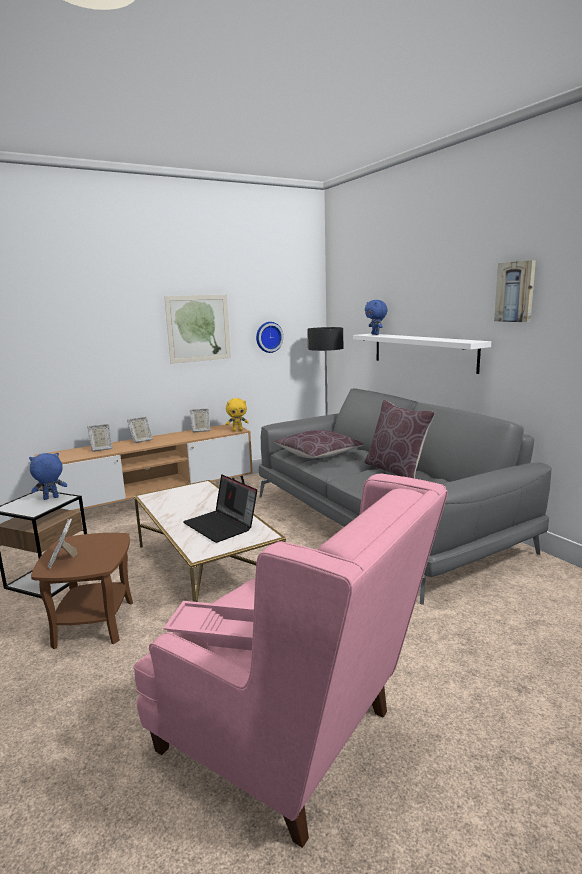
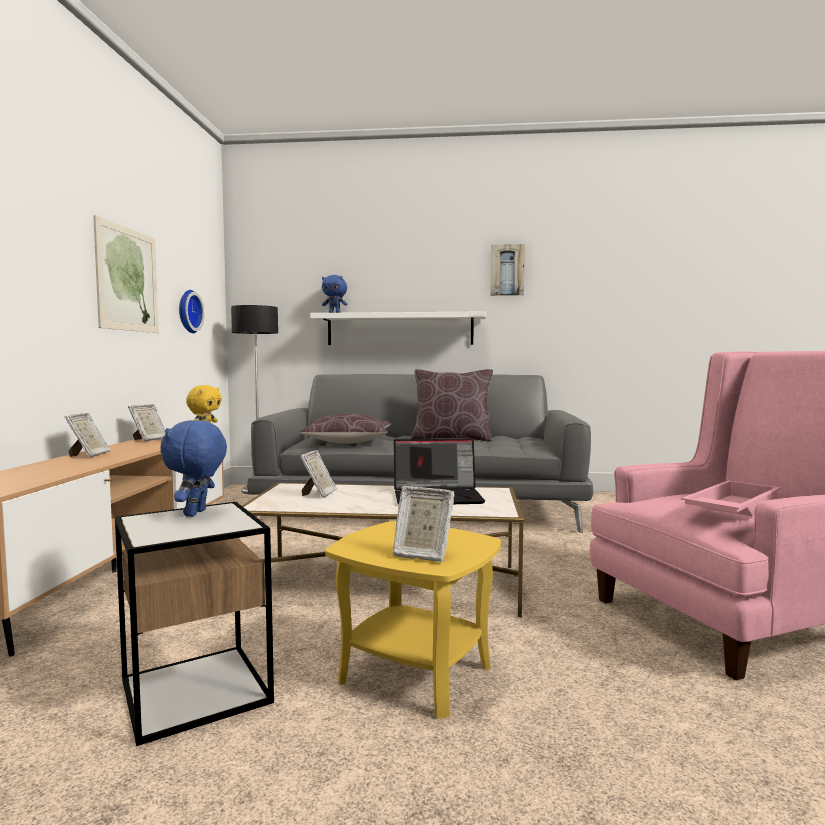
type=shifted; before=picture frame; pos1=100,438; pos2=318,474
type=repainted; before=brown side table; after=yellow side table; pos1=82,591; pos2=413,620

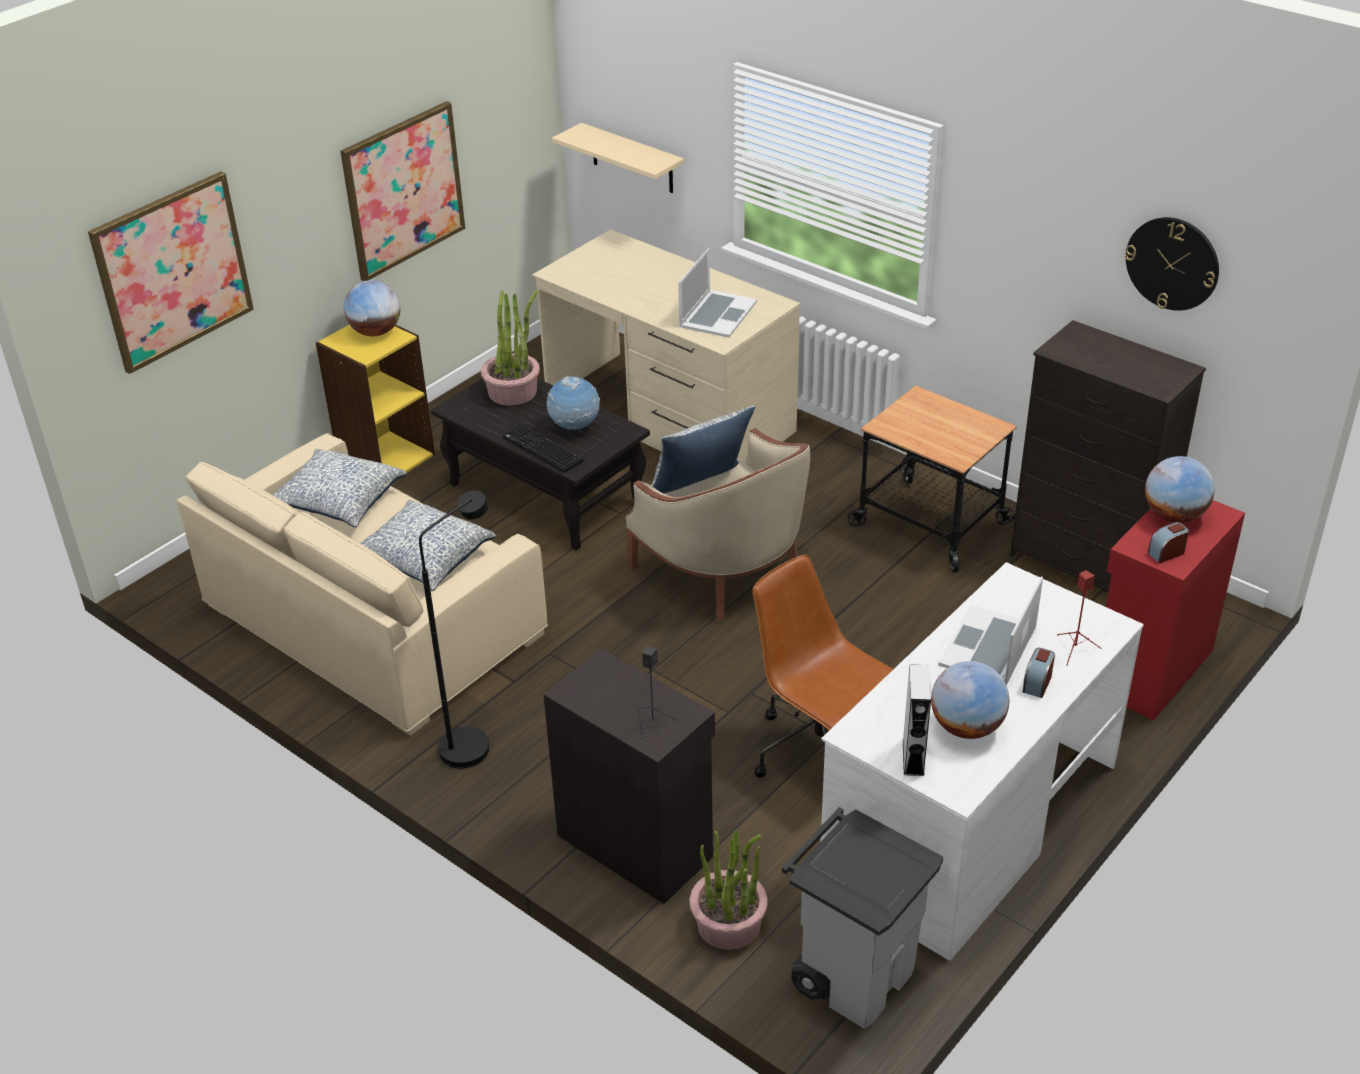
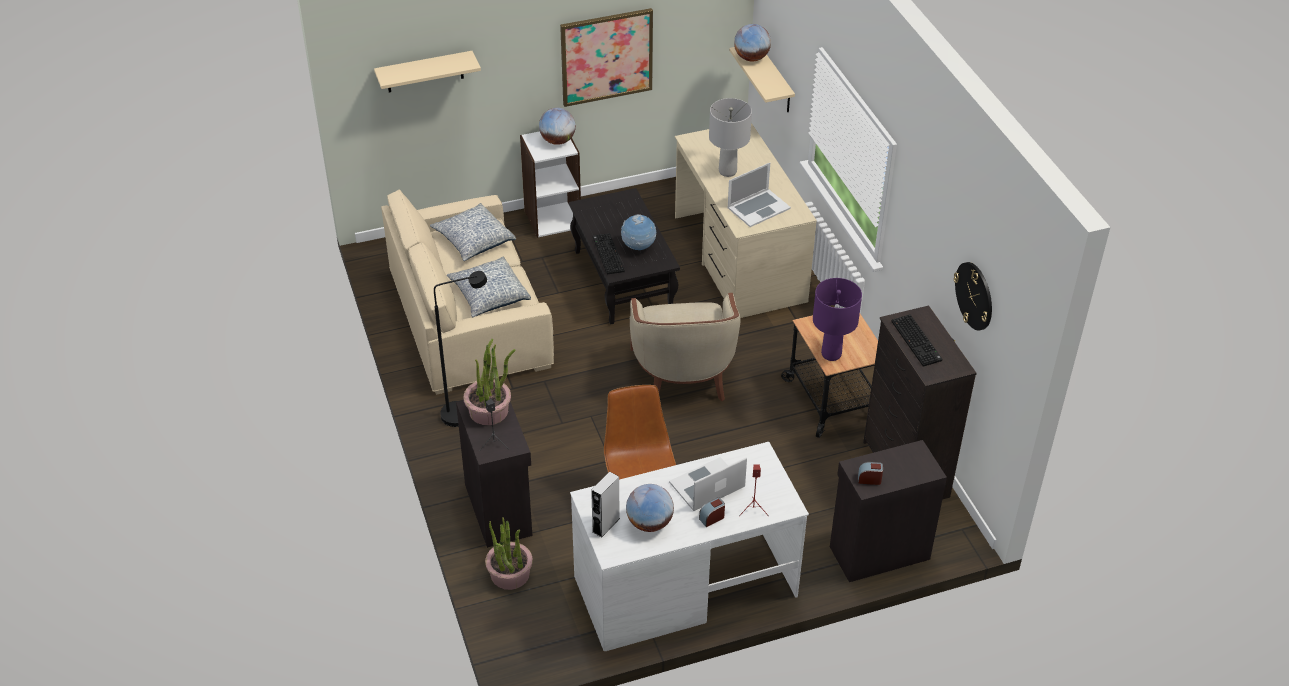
type=gone; before=pillow; pos1=703,449
type=gone; before=grey trash can; pos1=862,918
type=new; after=grey table lamp; pos2=730,137
type=new; after=purple table lamp; pos2=837,319
type=new; after=keyboard; pos2=916,340
type=shifted; before=potted plant; pos1=510,348; pos2=489,382
type=shifted; before=globe; pos1=1180,489; pos2=752,42
type=swapped; before=picture; after=beige shelf; pos1=171,272; pos2=427,71
type=repainted; before=yellow bookcase; after=white bookcase; pos1=375,398; pos2=550,184
type=repainted; before=red cabinet; after=black cabinet; pos1=1175,610; pos2=888,511

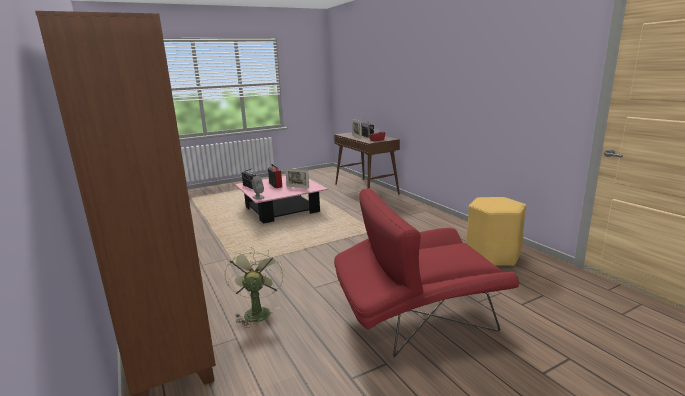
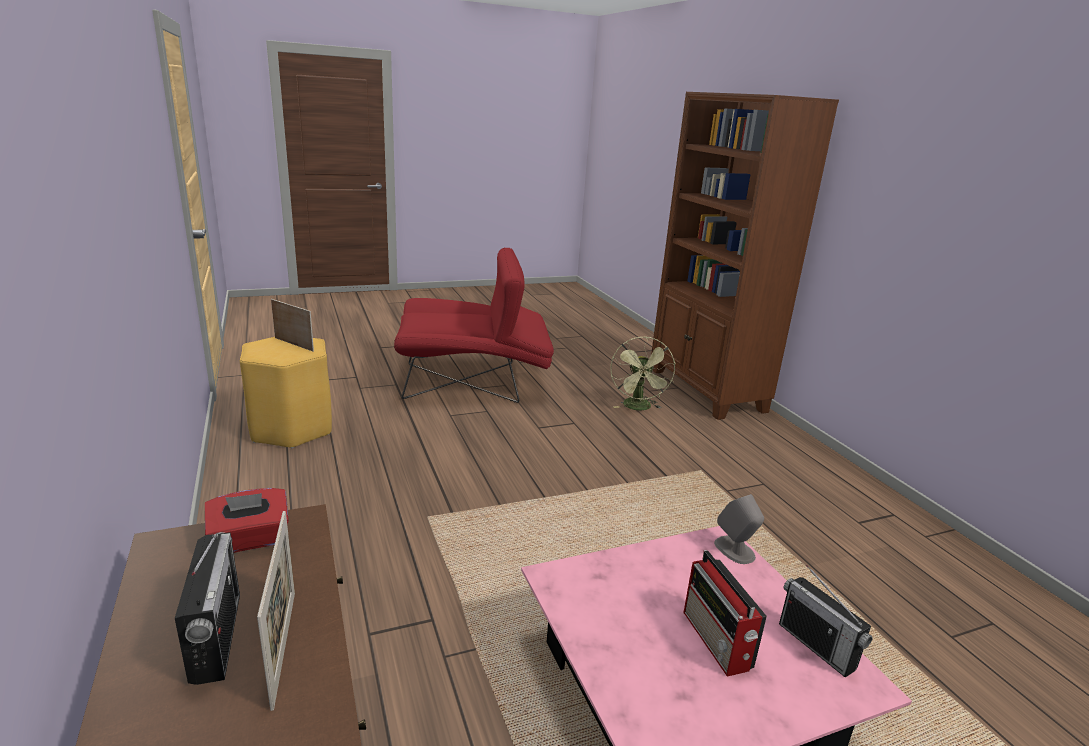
type=shifted; before=picture frame; pos1=297,178; pos2=292,325

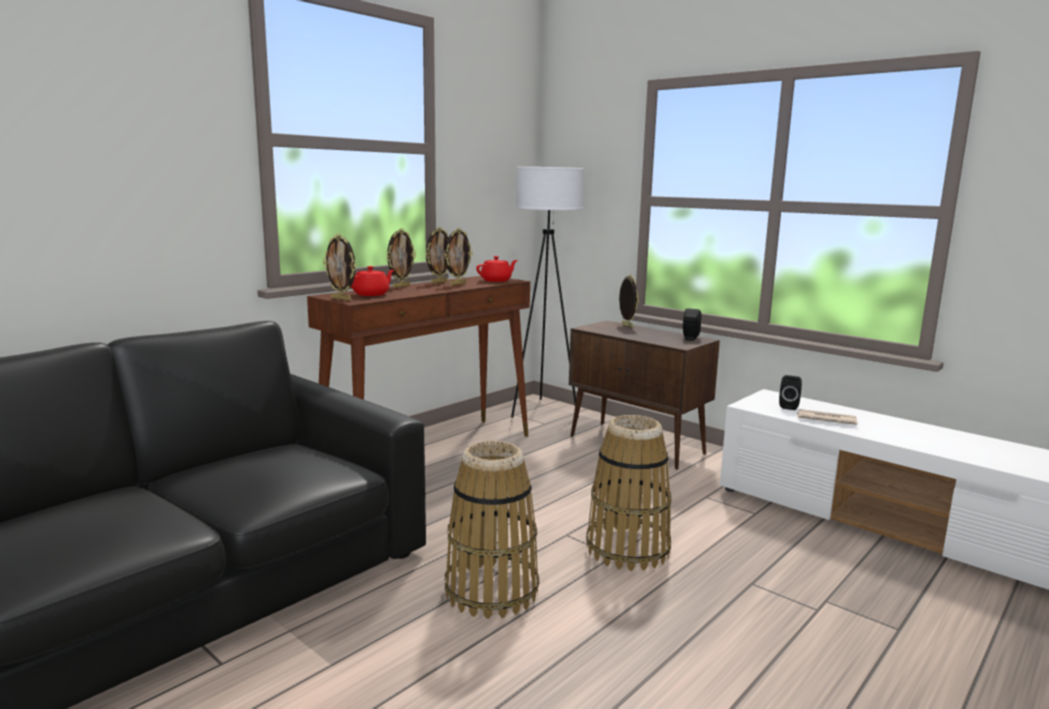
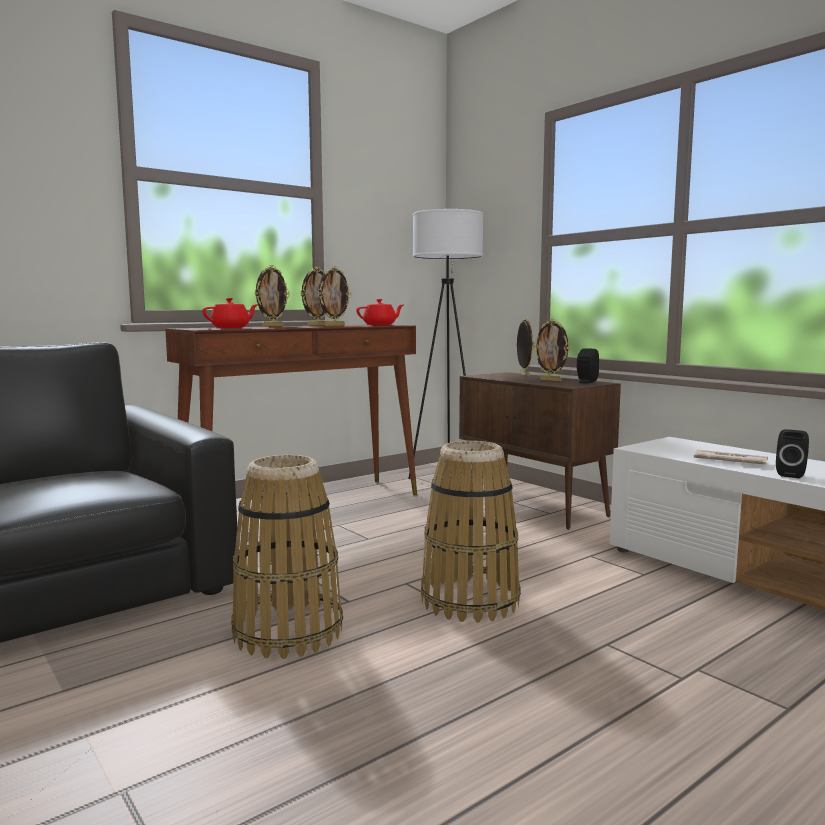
type=shifted; before=picture frame; pos1=339,267; pos2=551,350
type=shifted; before=black speaker; pos1=790,392; pos2=792,453

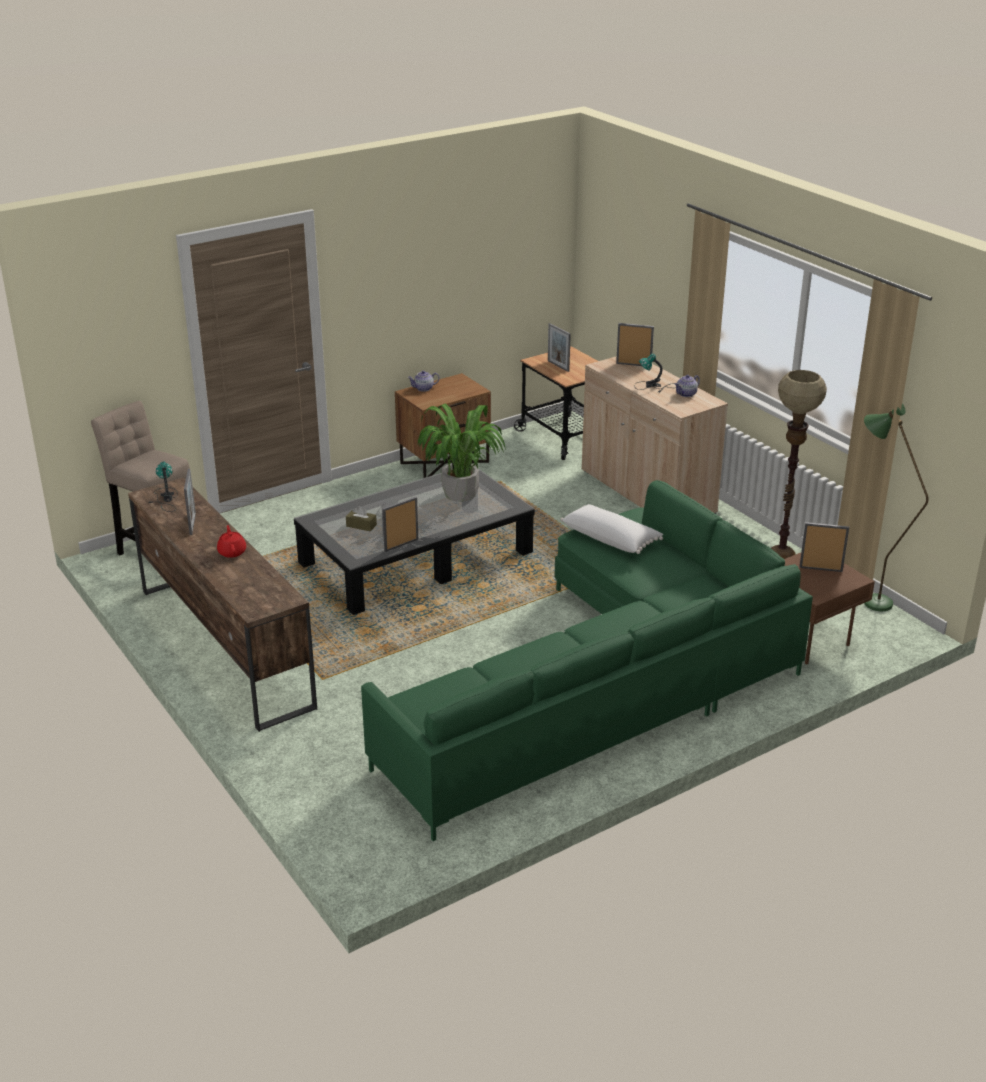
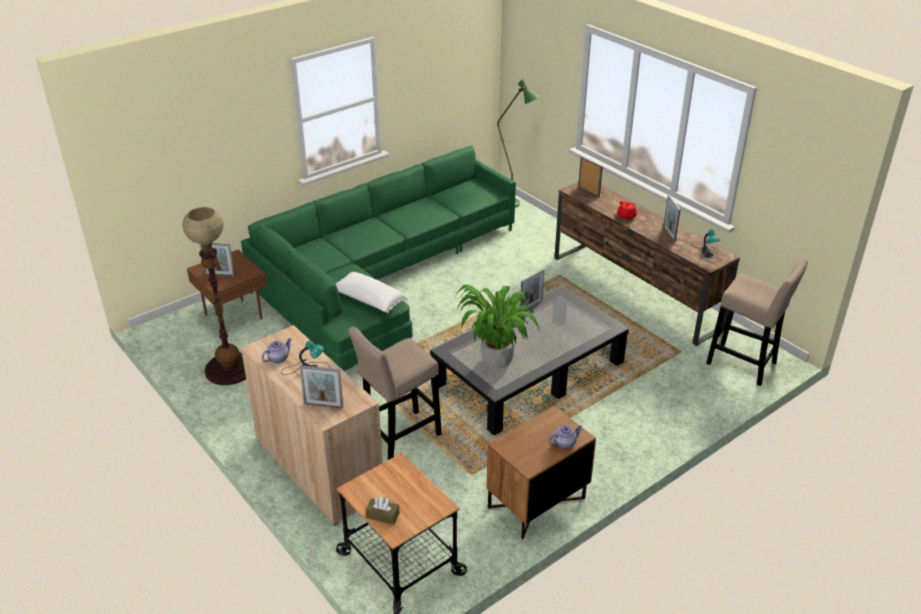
type=new; after=beige stool; pos2=395,393
type=shifted; before=brown tissue box; pos1=361,518; pos2=382,511
type=shifted; before=picture frame; pos1=559,347; pos2=590,176
type=shifted; before=green floor lamp; pos1=896,507; pos2=519,143

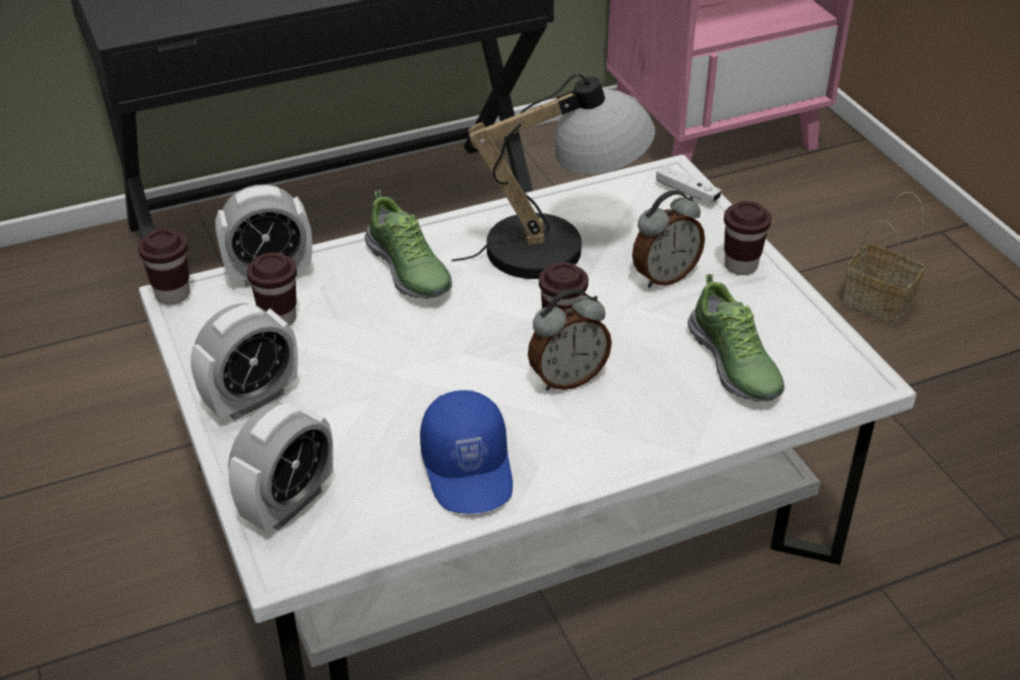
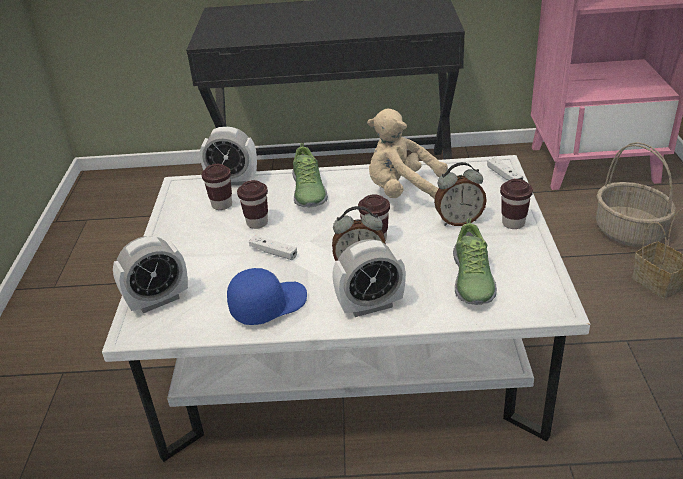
type=new; after=white game controller; pos2=273,247
type=new; after=basket; pos2=636,194
type=shifted; before=brown cup; pos1=164,266; pos2=252,204
type=shifted; before=alarm clock; pos1=244,361; pos2=369,278
type=swapped; before=table lamp; after=beige plush toy; pos1=553,176; pos2=407,154
type=rotated; before=blue cap; pos1=466,452; pos2=267,296; turn=-135

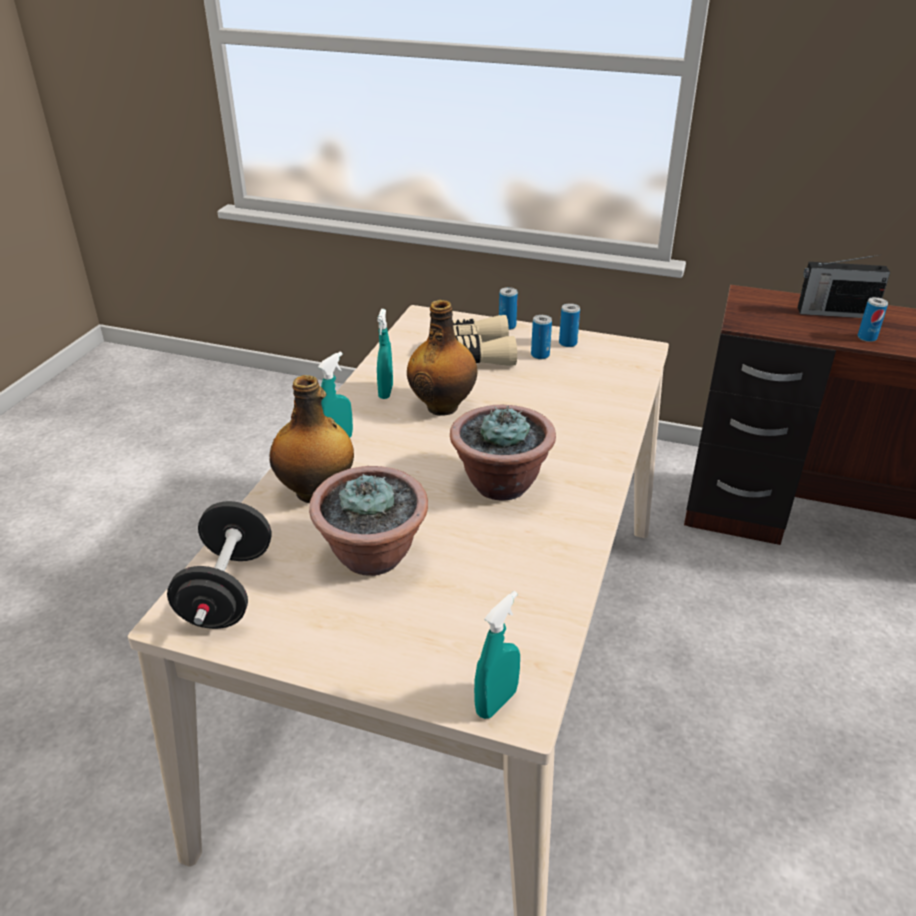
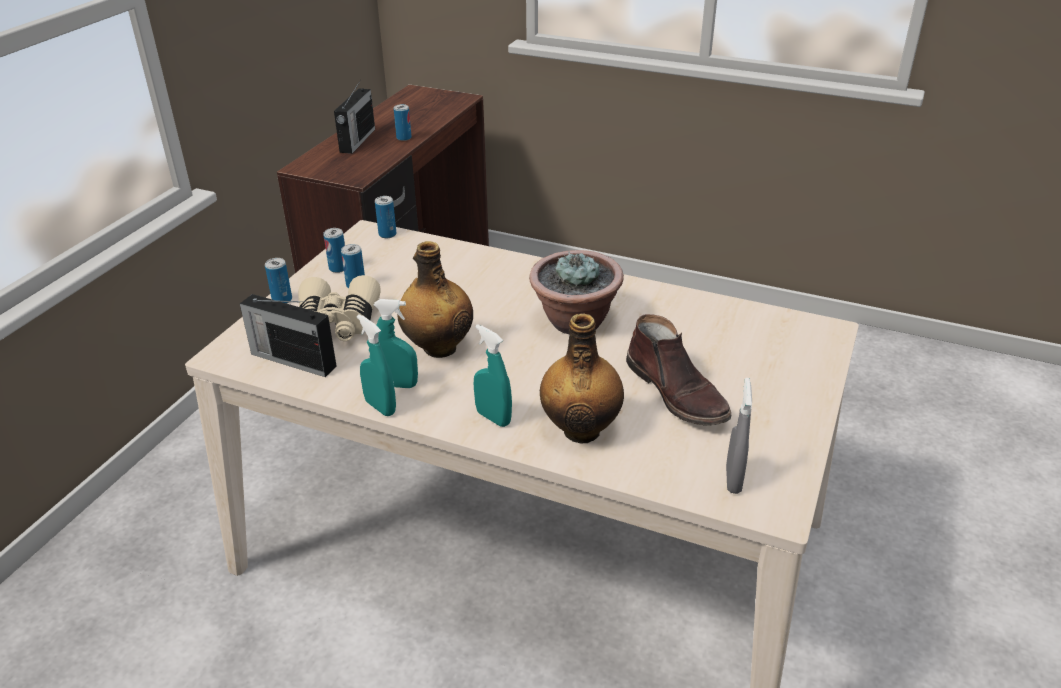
type=new; after=radio; pos2=288,335
type=new; after=can; pos2=386,217
type=shifted; before=turquoise spray bottle; pos1=497,655; pos2=376,365
type=swapped; before=black dumbbell; after=grey spray bottle; pos1=219,565; pos2=739,436
type=swapped; before=potted plant; after=brown boot; pos1=368,521; pos2=678,370

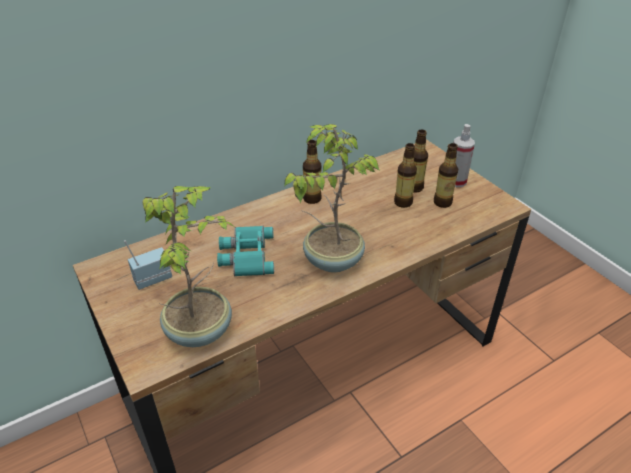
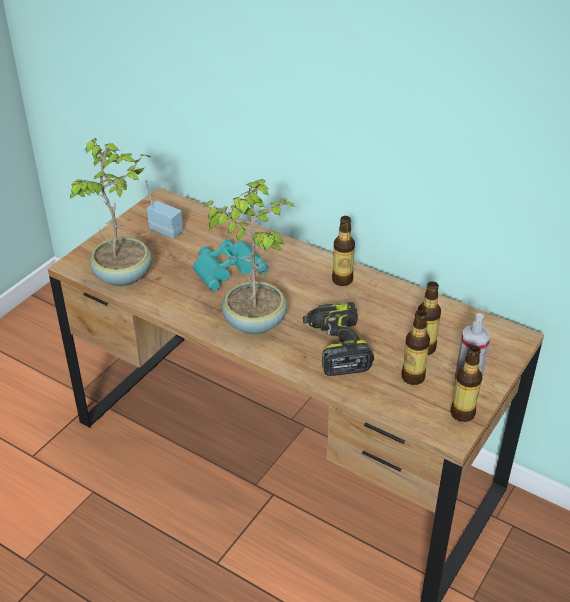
type=new; after=power drill; pos2=338,339
type=shifted; before=bottle; pos1=405,175; pos2=466,383

